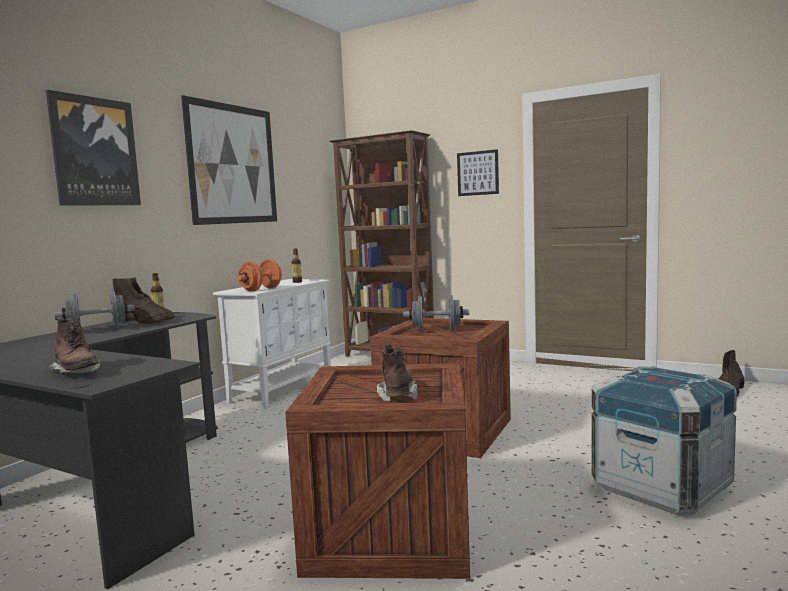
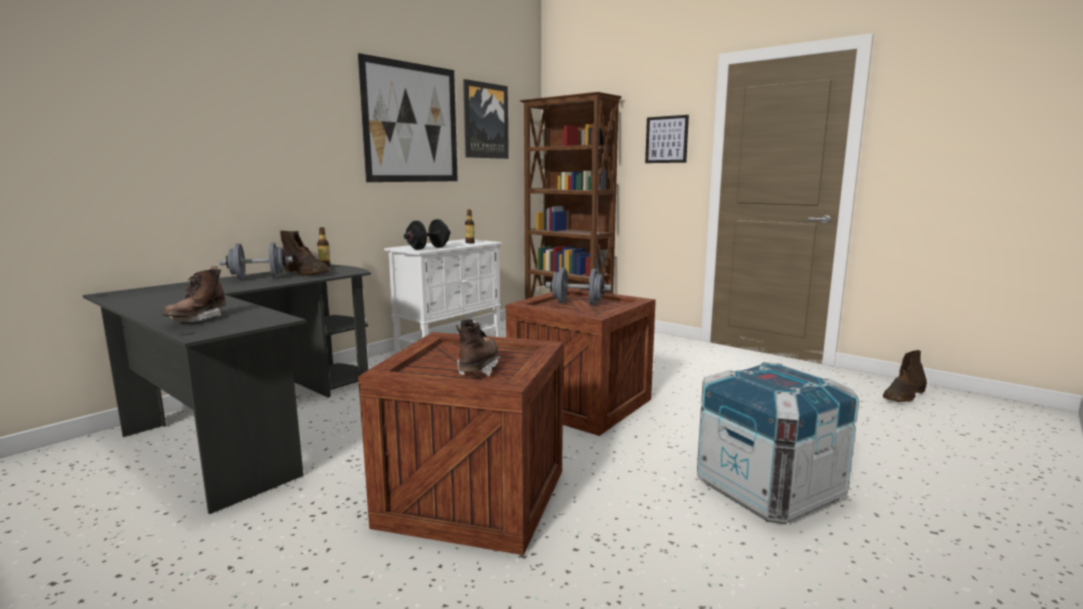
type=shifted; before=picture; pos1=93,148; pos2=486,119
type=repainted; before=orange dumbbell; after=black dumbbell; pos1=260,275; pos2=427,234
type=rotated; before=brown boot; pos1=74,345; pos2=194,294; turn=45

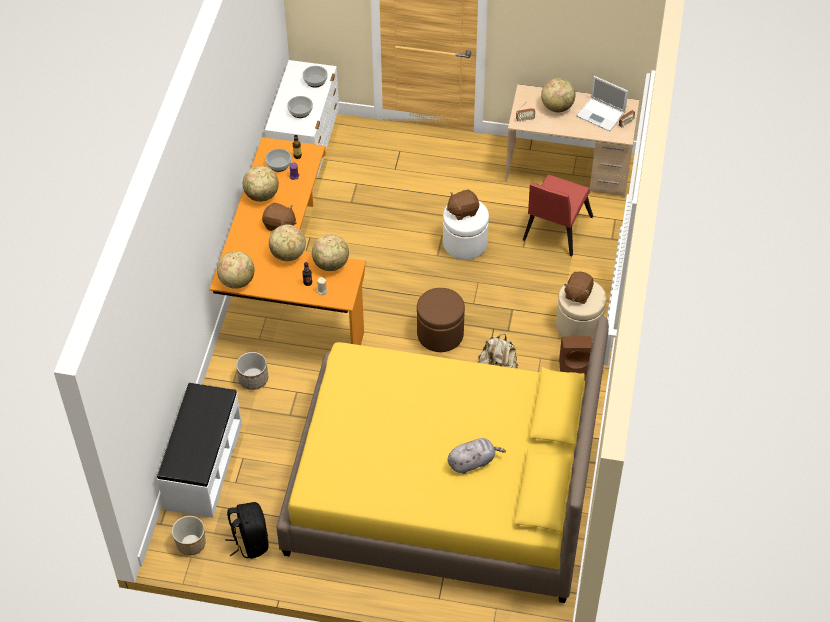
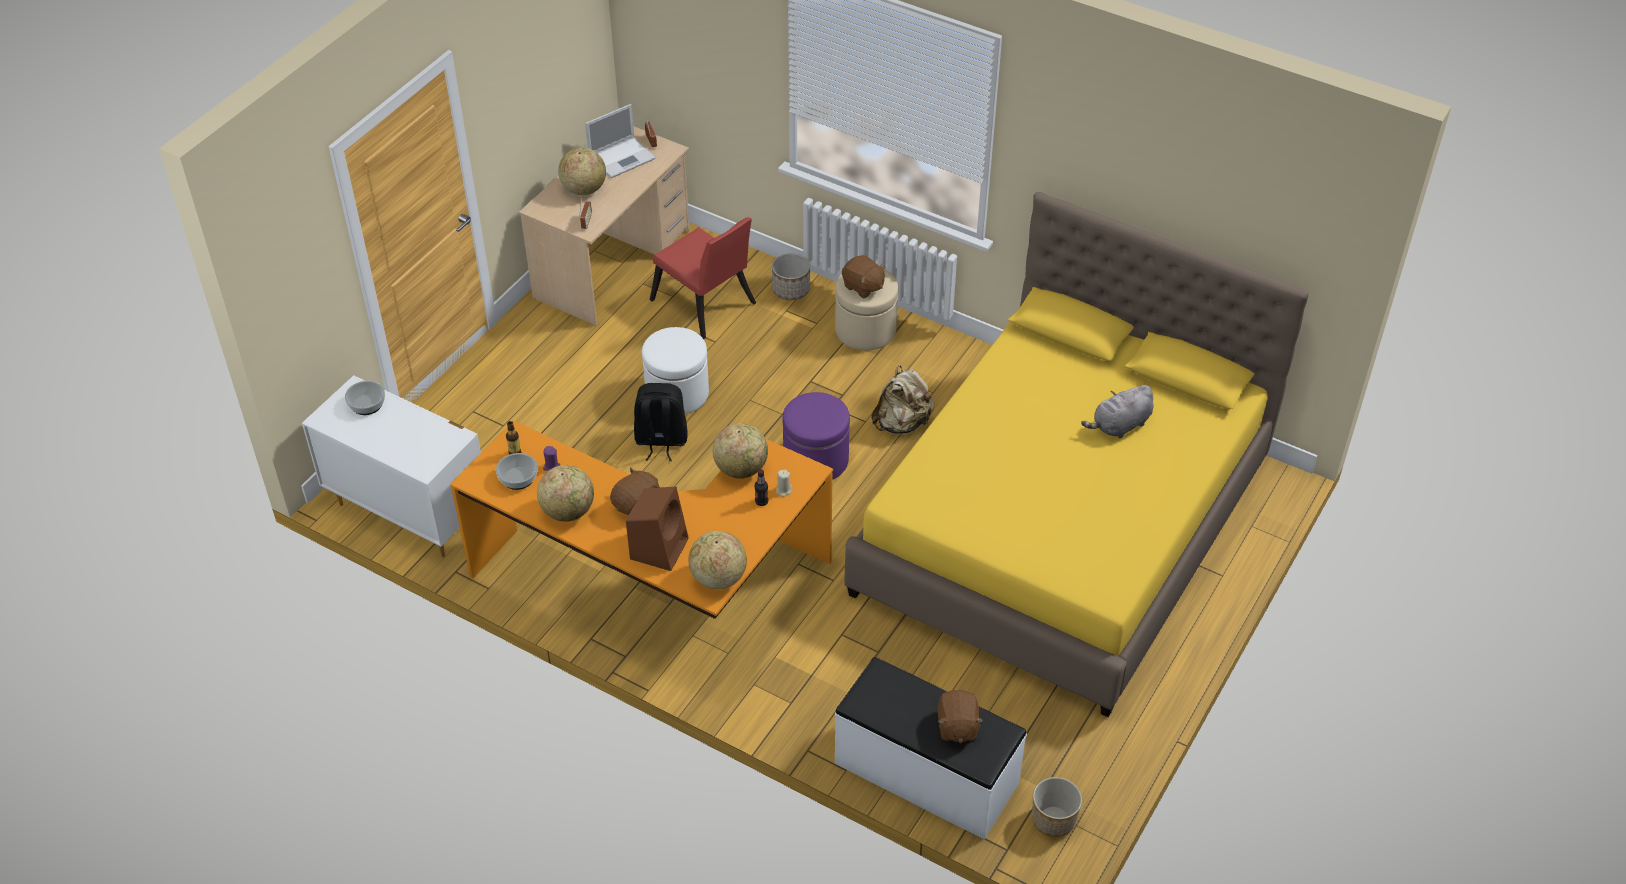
type=gone; before=globe; pos1=287,242
type=gone; before=bowl; pos1=300,107
type=shifted; before=black backpack; pos1=246,530; pos2=660,422
type=shifted; before=planter; pos1=252,371; pos2=791,276
type=shifted; before=brown plush toy; pos1=462,205; pos2=960,716
type=shifted; before=brown speaker; pos1=575,358; pos2=657,529
type=repainted; before=brown ottoman; after=purple ottoman; pos1=441,320; pos2=816,436
type=rotated; before=grey plush toy; pos1=477,456; pos2=1117,411; turn=-120

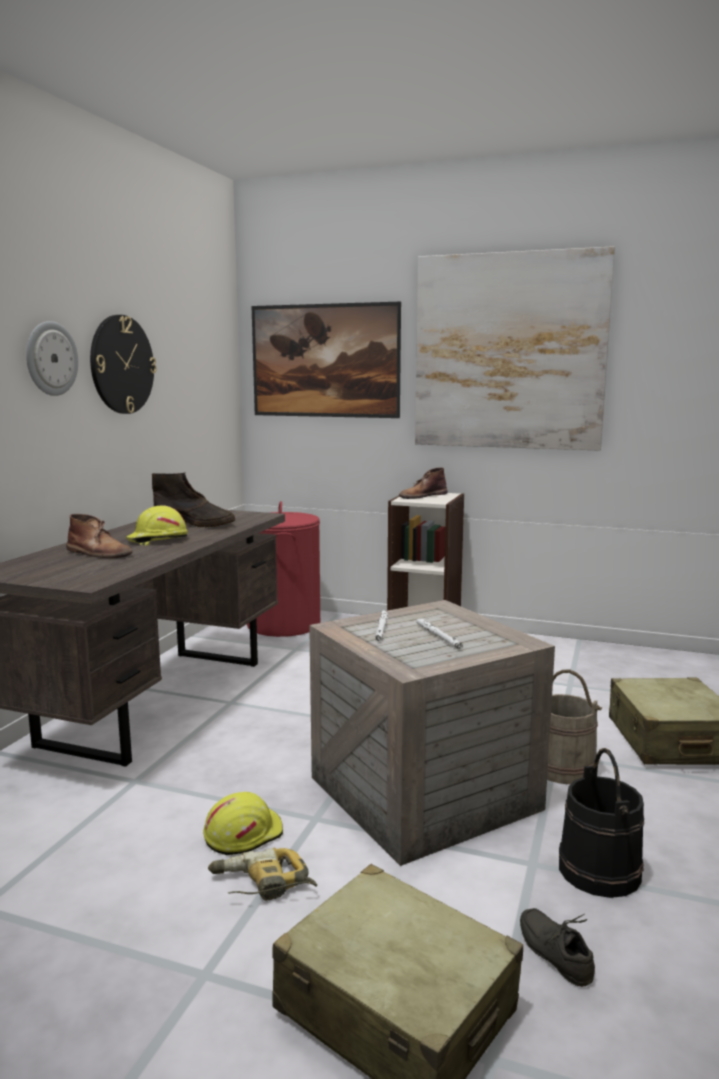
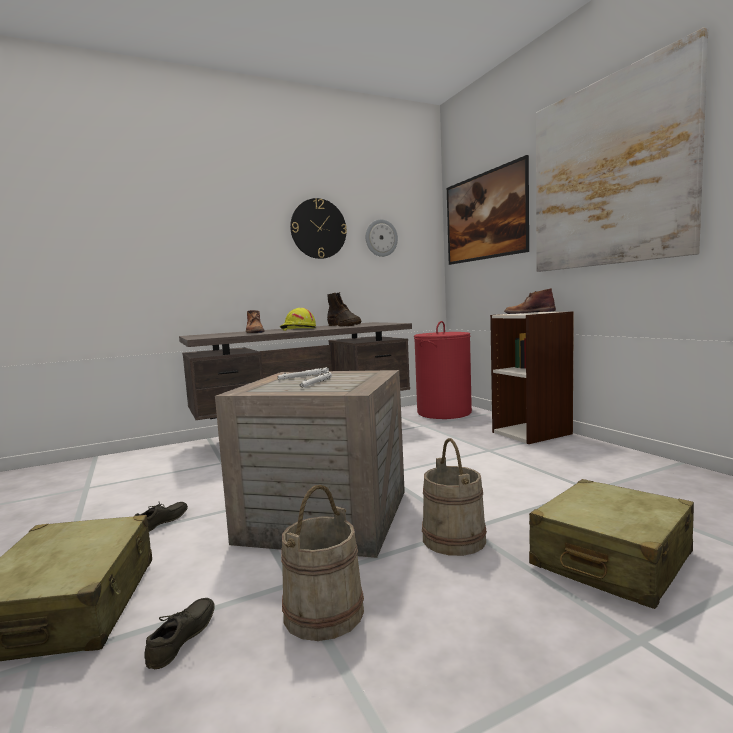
type=gone; before=yellow hard hat; pos1=243,823
type=shifted; before=wall clock; pos1=52,358; pos2=382,238
type=swapped; before=power drill; after=grey shoe; pos1=262,874; pos2=161,517
type=repainted; before=black bucket; after=beige bucket; pos1=601,823; pos2=322,563

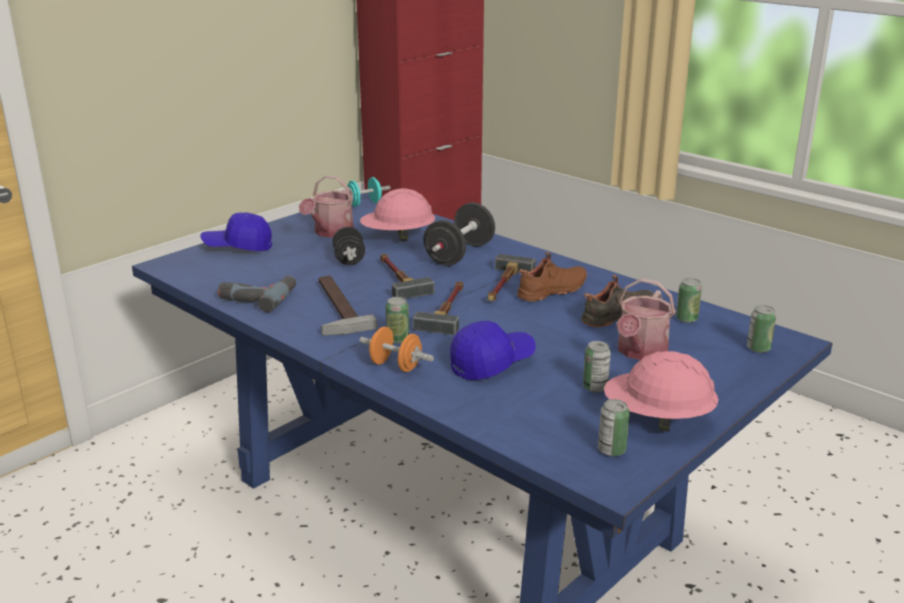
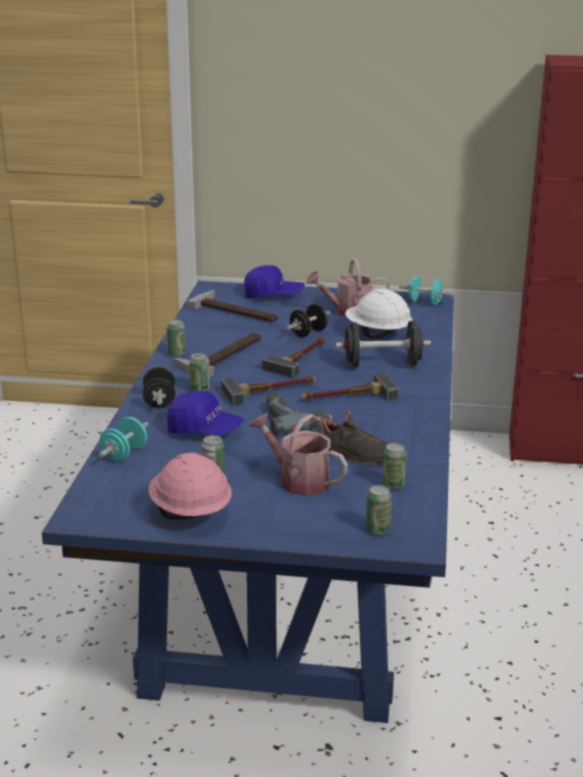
type=gone; before=brown shoe; pos1=552,277
type=new; after=turquoise dumbbell; pos2=123,439
type=new; after=hammer; pos2=232,306
type=shifted; before=power drill; pos1=257,294; pos2=299,414
type=shifted; before=can; pos1=614,427; pos2=176,338
type=repainted; before=orange dumbbell; after=black dumbbell; pos1=396,349; pos2=159,387
type=repainted; before=pink hard hat; after=white hard hat; pos1=397,215; pos2=379,313
type=rotated; before=blue cap; pos1=236,232; pos2=274,281; turn=135
type=rotated; before=watering can; pos1=646,319; pos2=298,454; turn=45

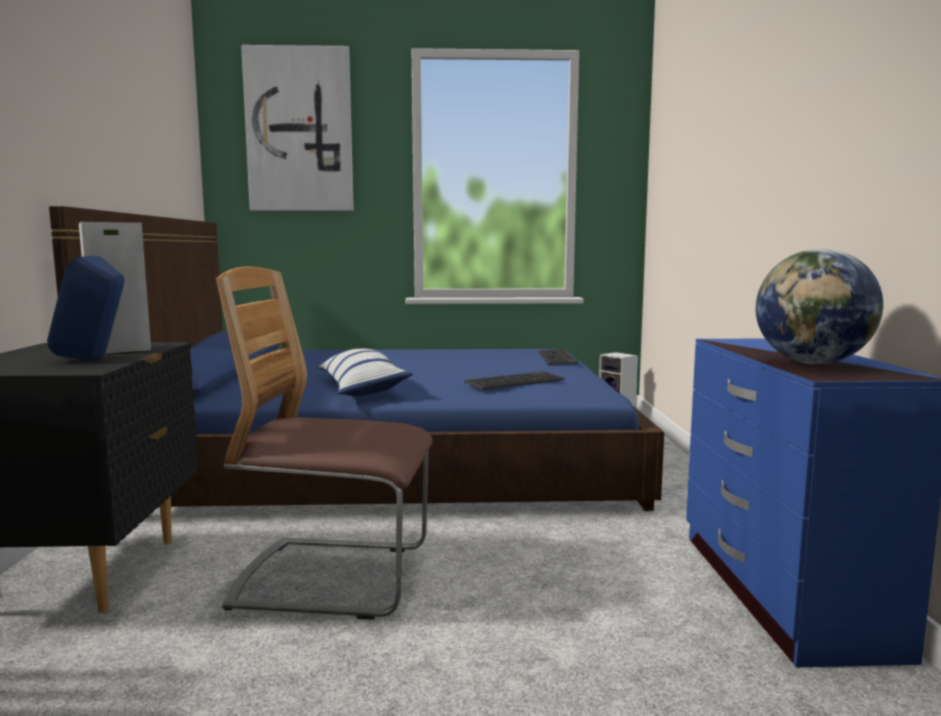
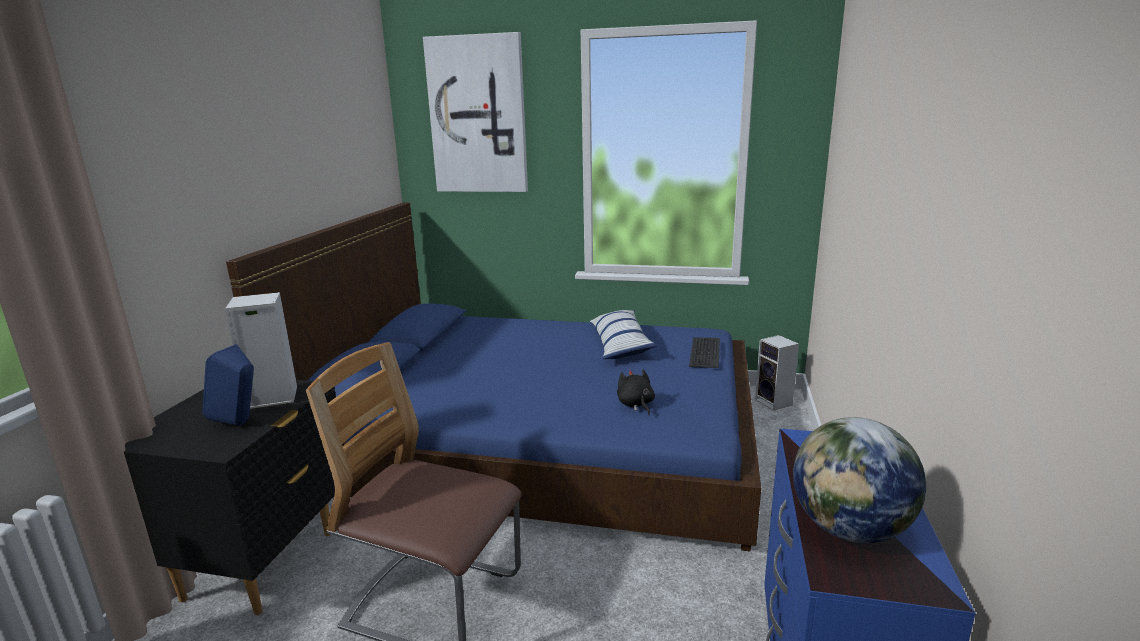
type=shifted; before=pillow; pos1=365,372; pos2=623,334
type=swapped; before=keyboard; after=black plush toy; pos1=514,380; pos2=636,392

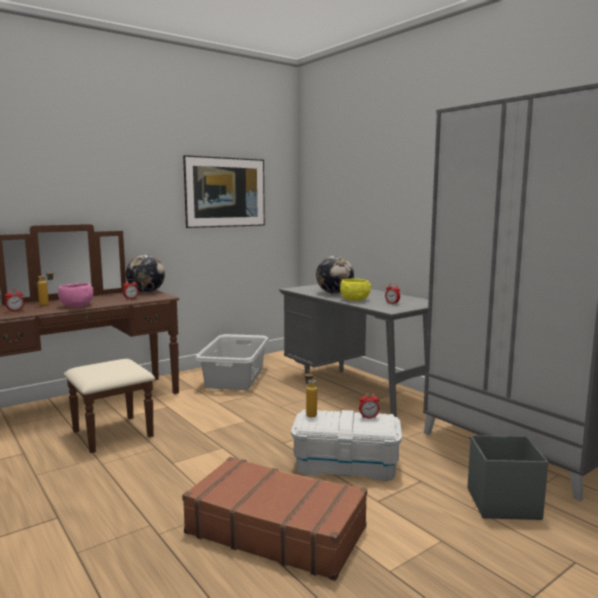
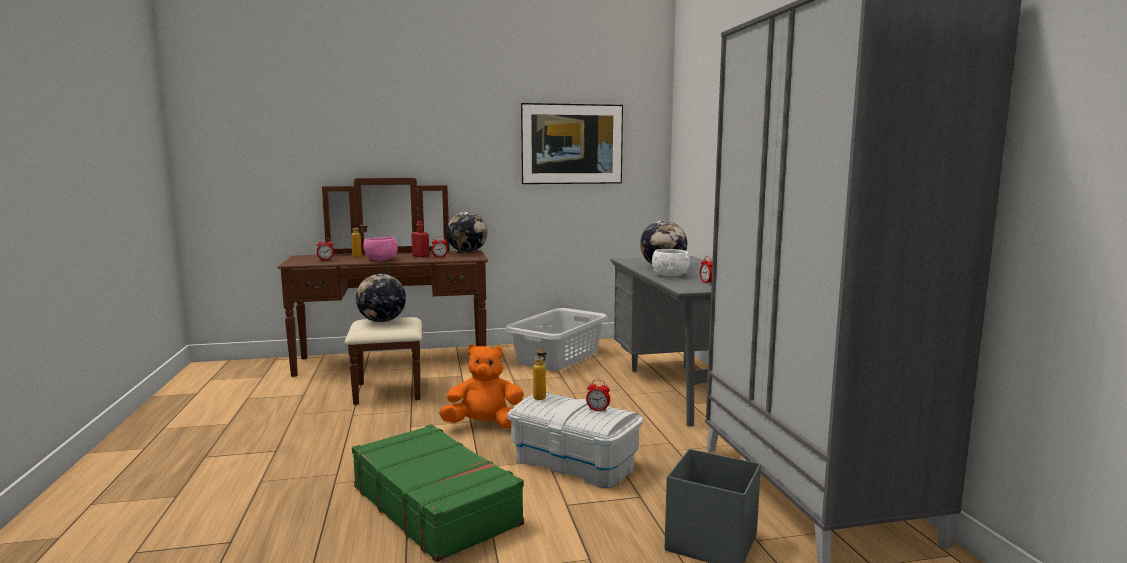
type=new; after=globe; pos2=381,298
type=new; after=red bottle; pos2=420,239
type=new; after=orange plush toy; pos2=481,386
type=repainted; before=brown suitcase; after=green suitcase; pos1=274,519; pos2=438,493
type=repainted; before=yellow bowl; after=white bowl; pos1=355,290; pos2=671,262

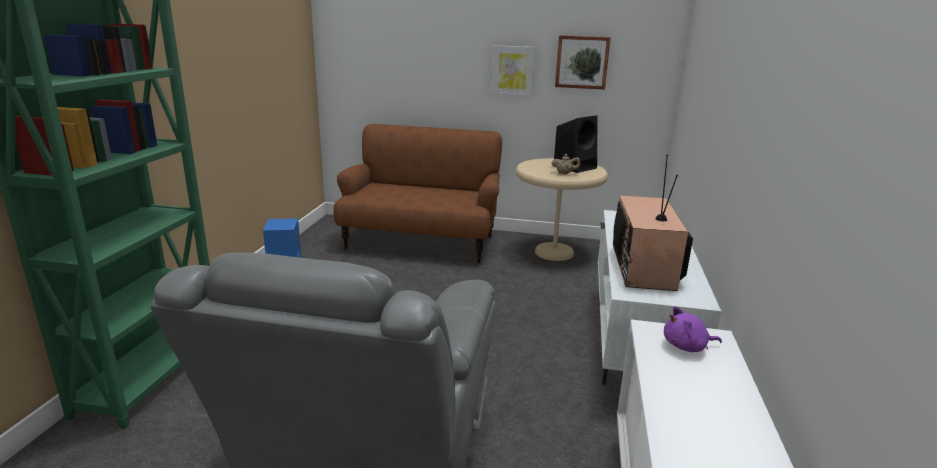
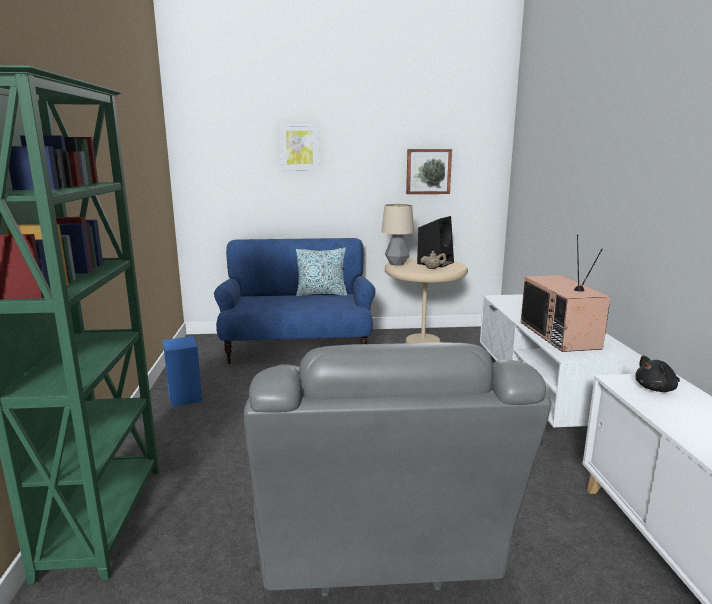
type=new; after=pillow; pos2=321,272
type=new; after=table lamp; pos2=397,235
type=shifted; before=picture; pos1=513,71; pos2=299,147
type=repainted; before=brown sofa; after=blue sofa; pos1=417,193; pos2=295,301
type=repainted; before=purple plush toy; after=black plush toy; pos1=693,329; pos2=657,374

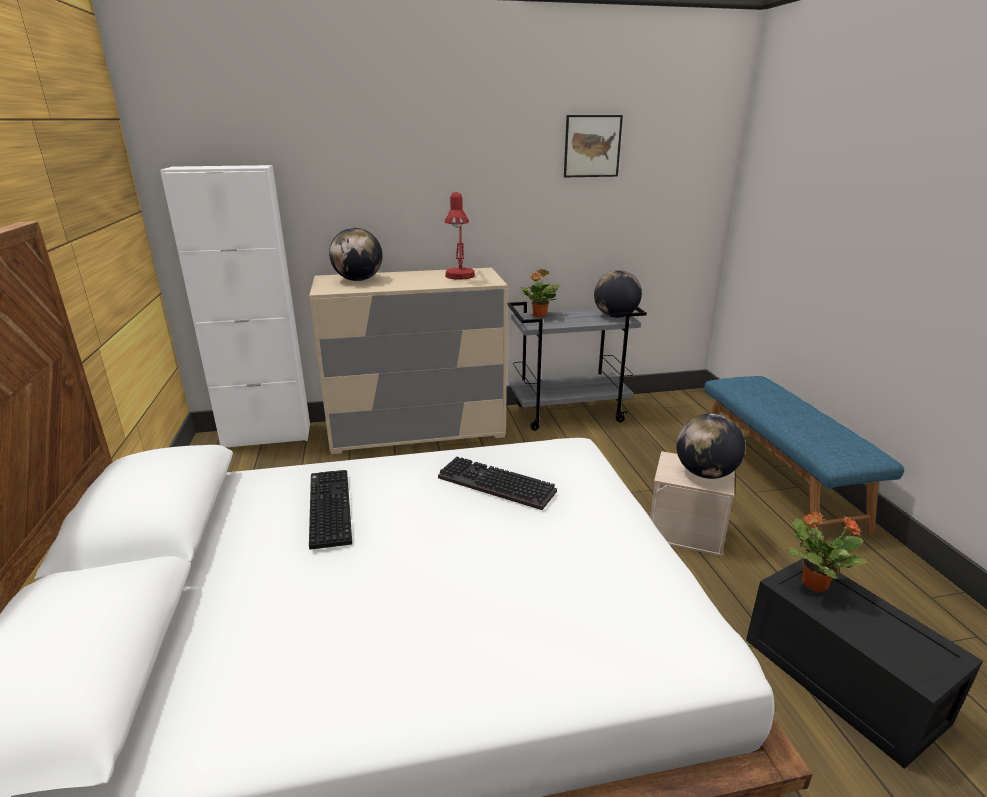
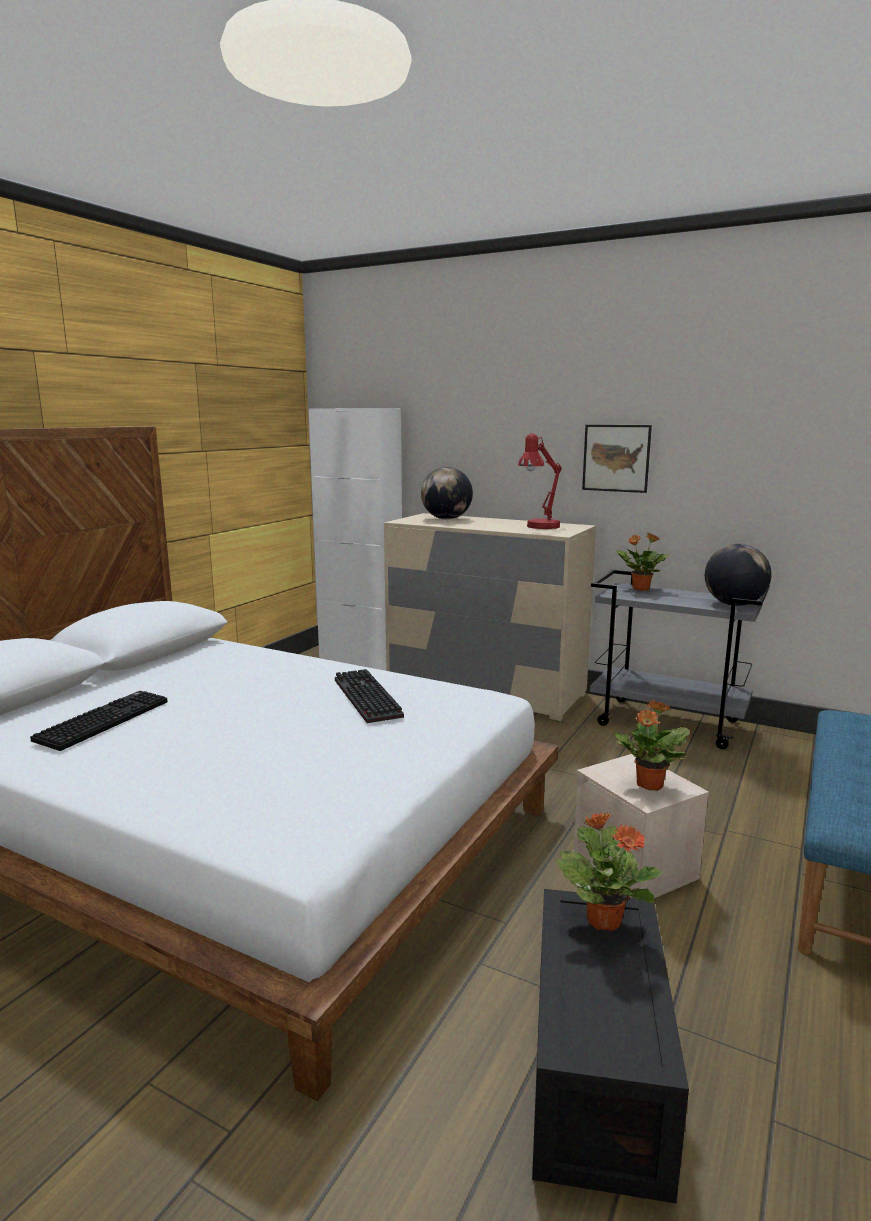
type=shifted; before=keyboard; pos1=330,510; pos2=99,721
type=shifted; before=picture; pos1=593,146; pos2=617,459
type=swapped; before=globe; after=potted plant; pos1=710,446; pos2=651,745

